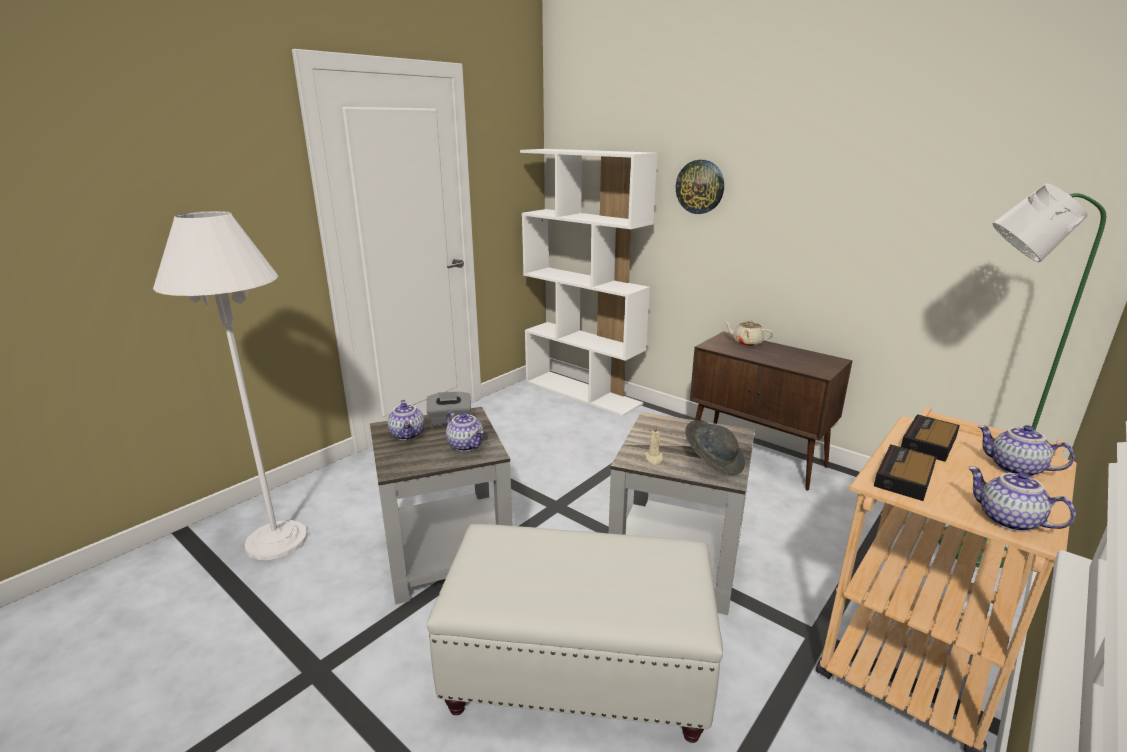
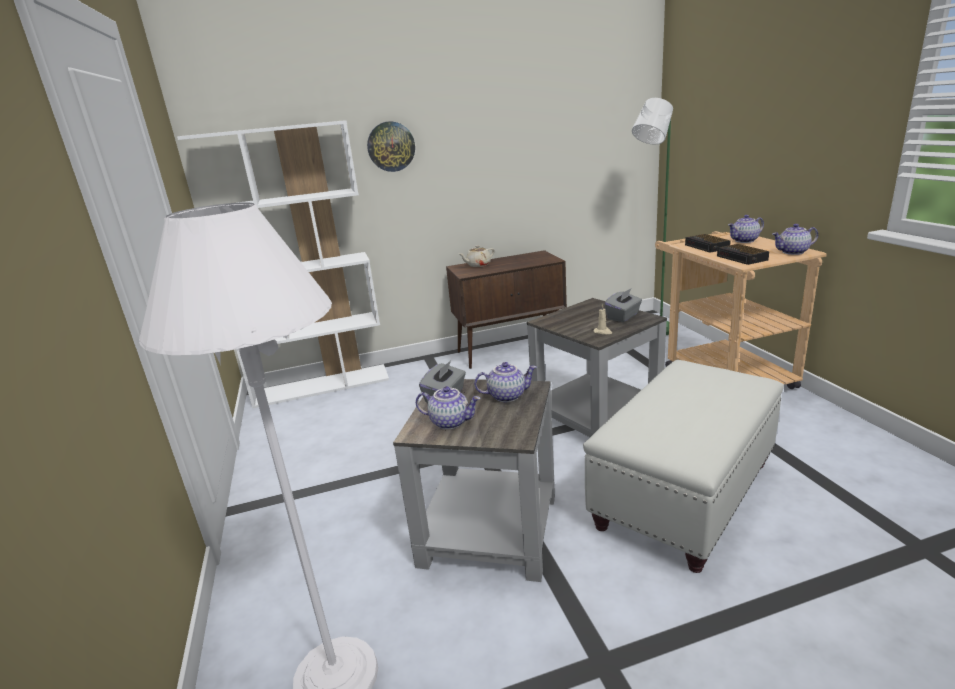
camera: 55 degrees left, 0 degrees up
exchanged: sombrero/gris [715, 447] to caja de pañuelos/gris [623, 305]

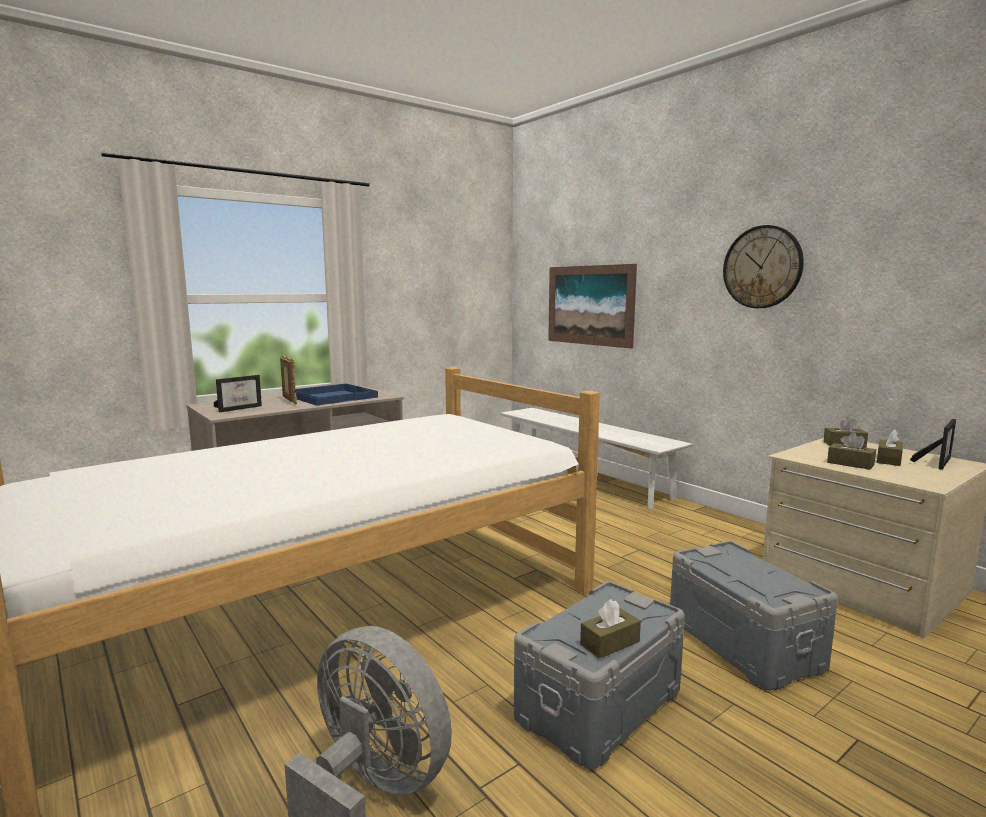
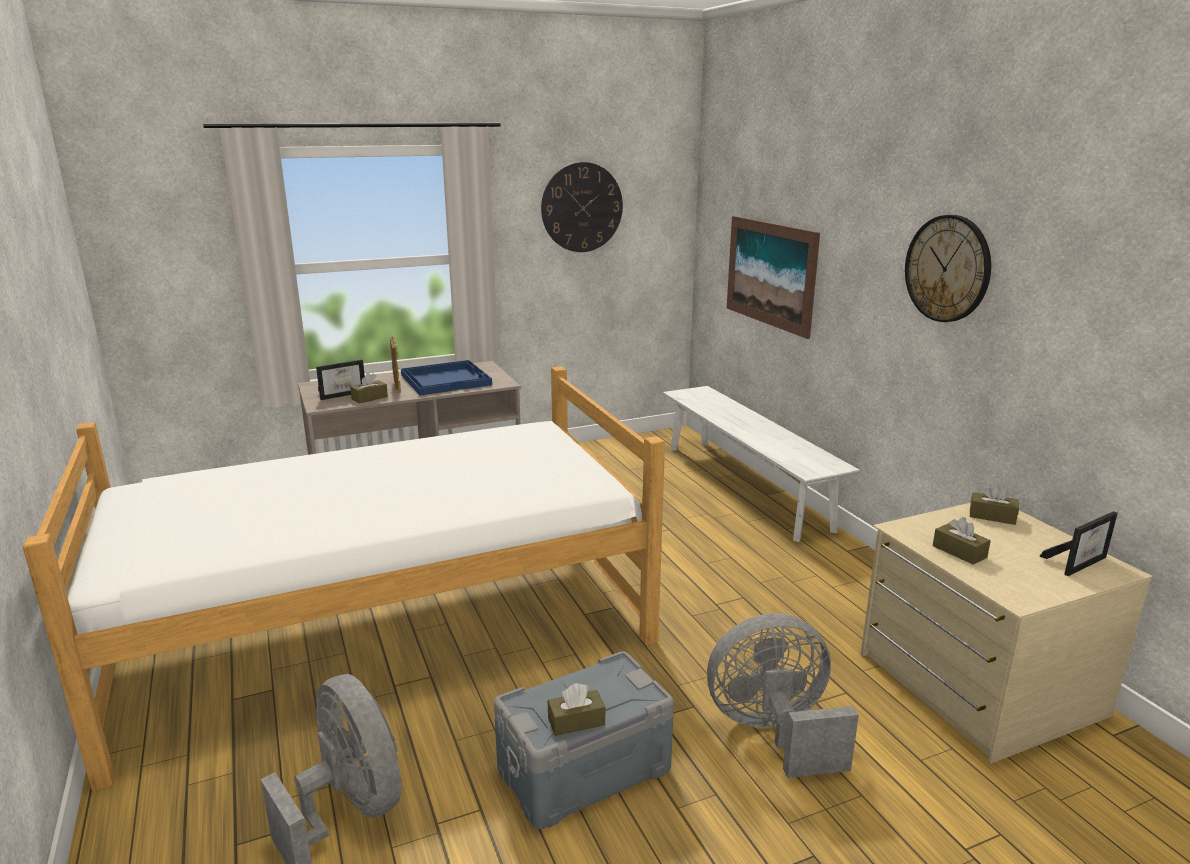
camera: 15 degrees right, 10 degrees up
appeared: reloj de pared [582, 207]
relocated: caja de pañuelos/marrón [890, 447] to [369, 388]
exchanged: caja de almacenaje/gris [754, 615] to ventilador/gris [783, 695]

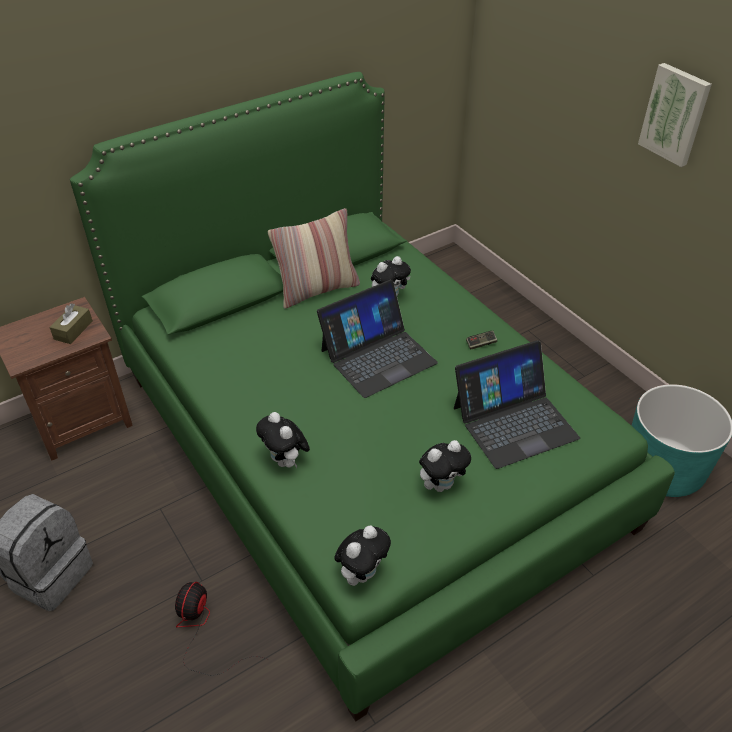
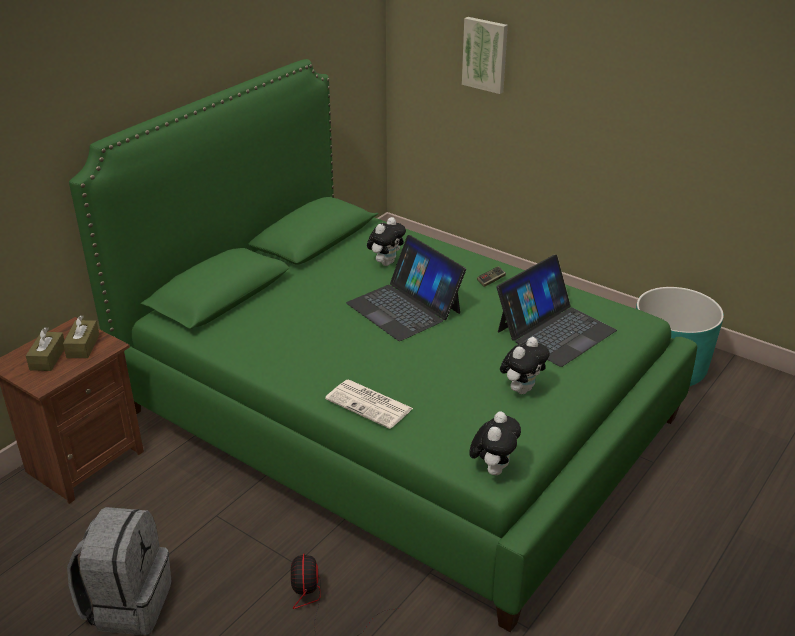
camera: 20 degrees left, 10 degrees down
missing: cojín [314, 258]
appeared: caja de pañuelos/marrón [45, 349]
relocated: cuadro [675, 115] to [485, 55]
exchanged: peluche [283, 440] to periódico [369, 404]
spun: portátil [377, 339] = [406, 288] 105 degrees clockwise

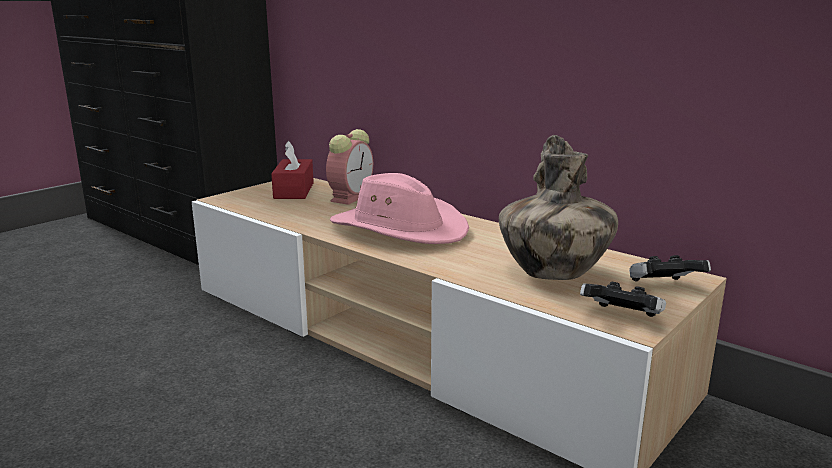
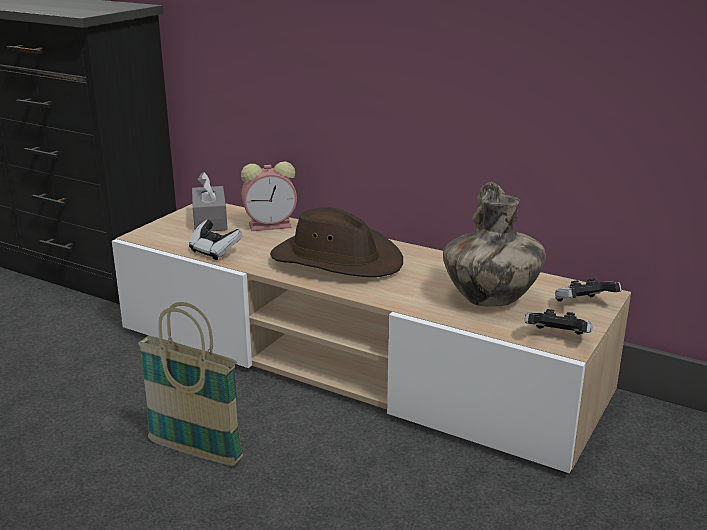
camera: 10 degrees left, 5 degrees up
appeared: mando de consola [216, 240]; cesta [190, 384]
colour: caja de pañuelos/rojo [292, 170] to caja de pañuelos/gris [210, 201]; sombrero/rosa [399, 208] to sombrero/marrón [336, 242]
spun: despertador [349, 167] = [269, 196] 60 degrees clockwise

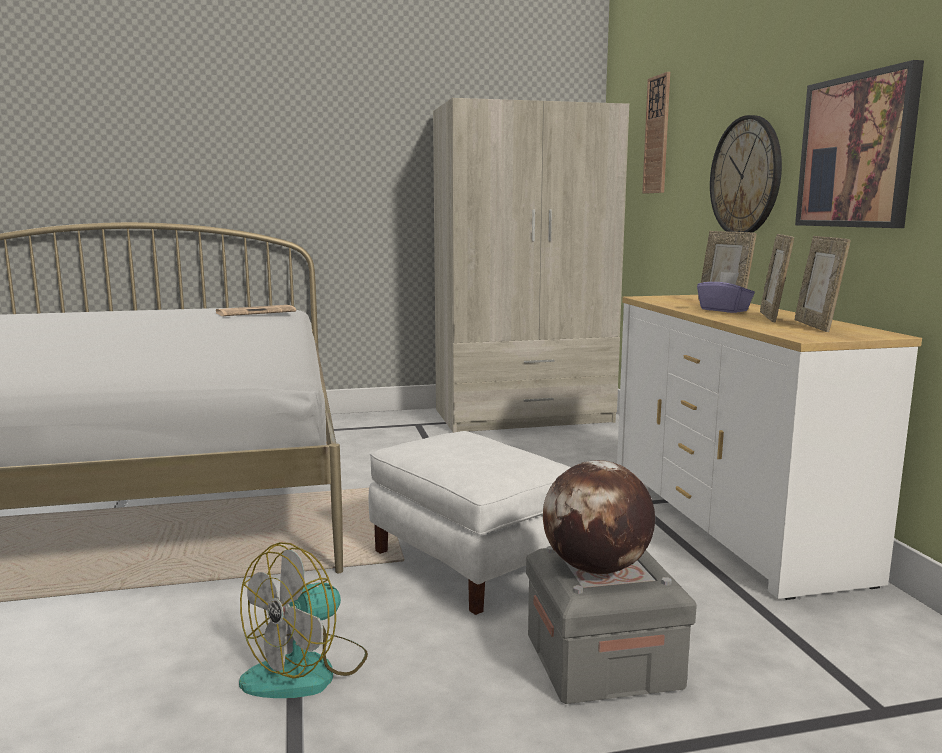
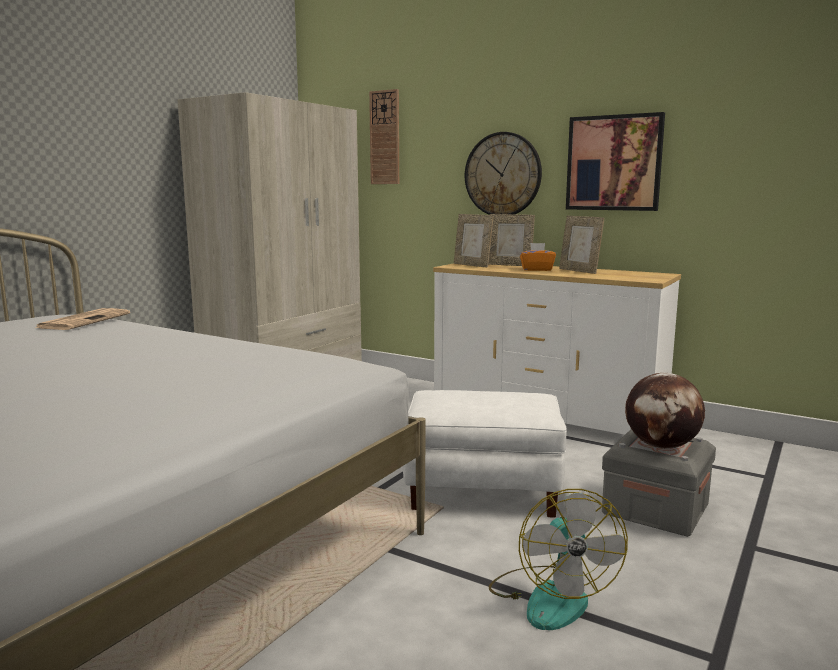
camera: 45 degrees left, 0 degrees up
relocated: portarretratos [822, 284] to [474, 241]
colour: caja de pañuelos/morado [726, 292] to caja de pañuelos/naranja [538, 257]

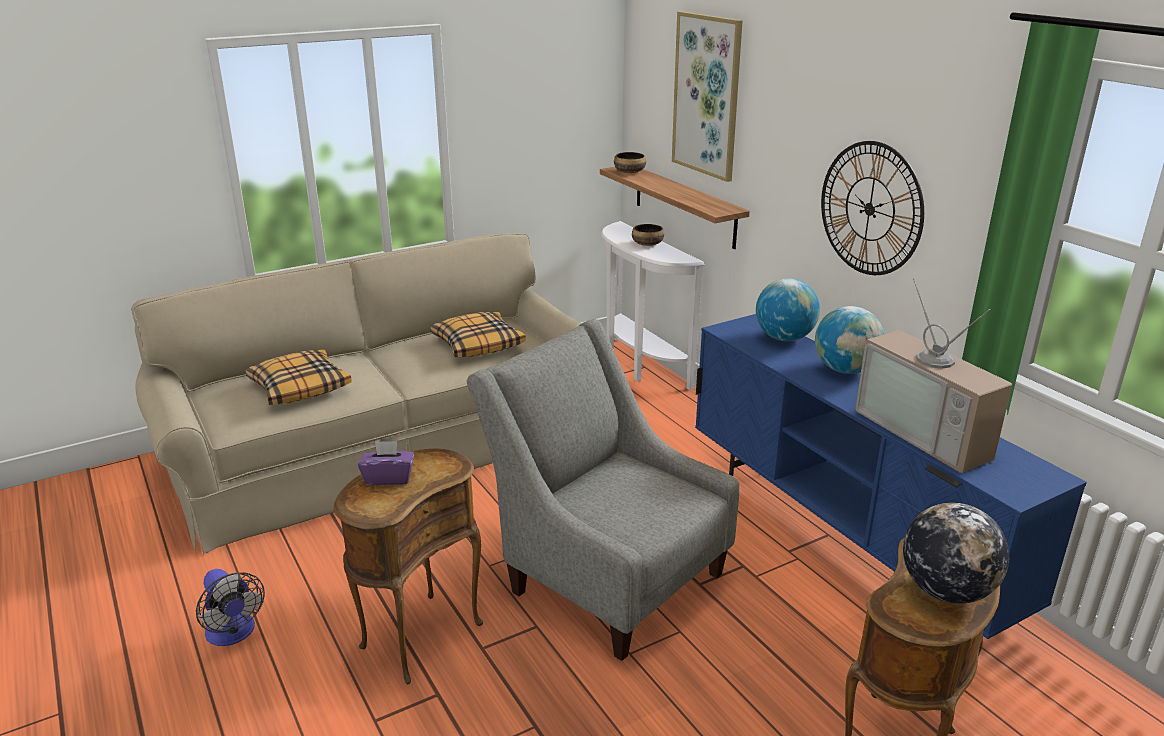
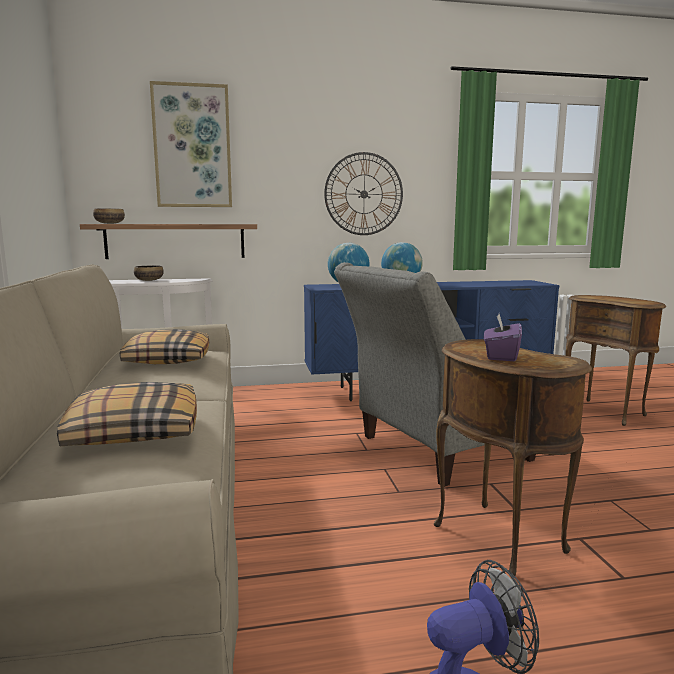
camera: 70 degrees left, 15 degrees down
missing: televisor [934, 375]; globo terráqueo [956, 553]

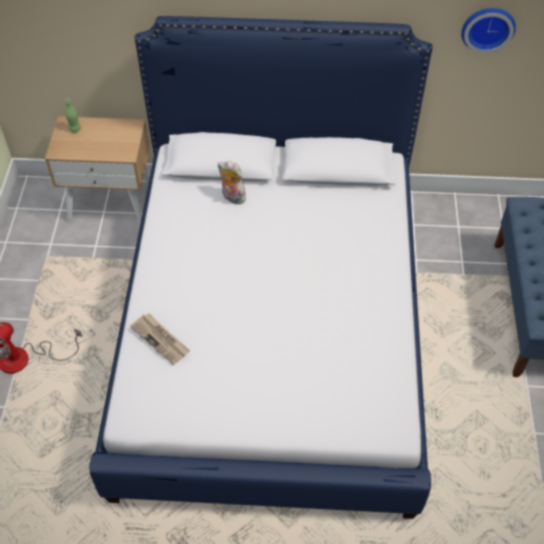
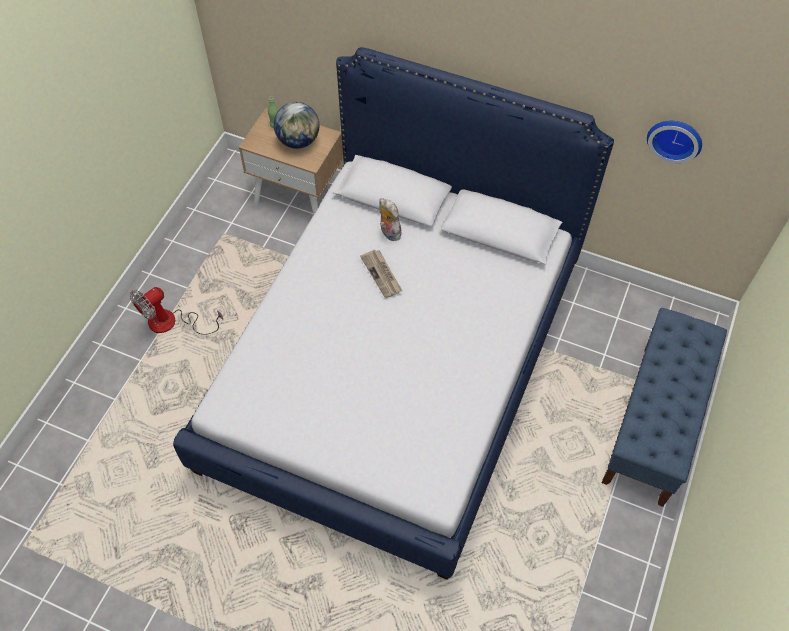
camera: 20 degrees right, 5 degrees up
appeared: globo terráqueo [296, 125]
relocated: periódico [160, 339] to [381, 274]

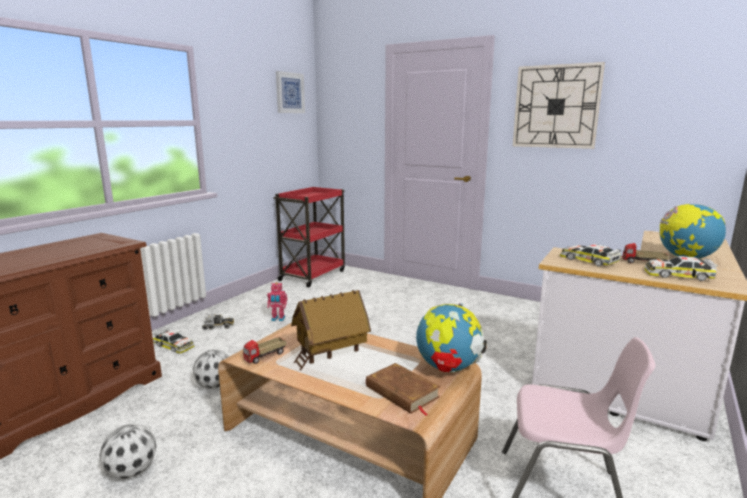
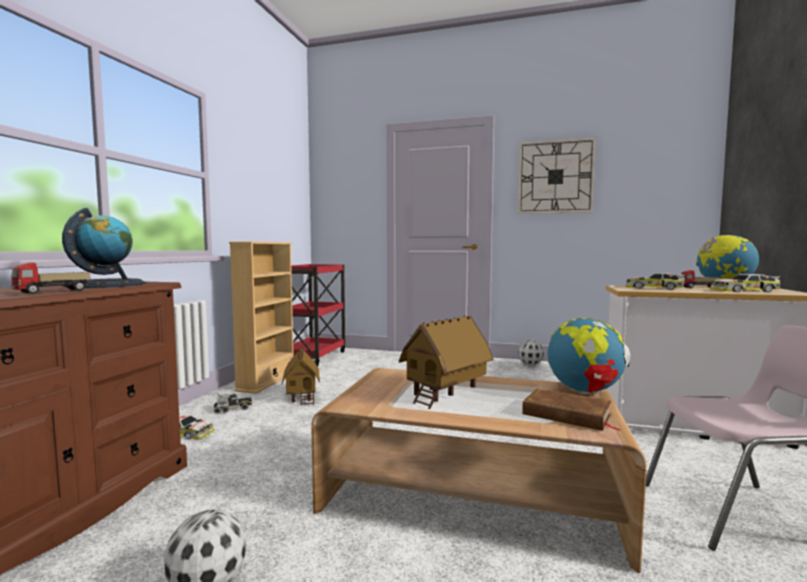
camera: 15 degrees left, 10 degrees down
missing: cuadro [290, 92]
appeared: globo terráqueo [104, 248]; estantería/beis [261, 317]
relocated: camión de juguete [264, 350] to [50, 278]; balón de fútbol [211, 369] to [531, 352]
exchanged: robot de juguete [277, 301] to casita [301, 377]

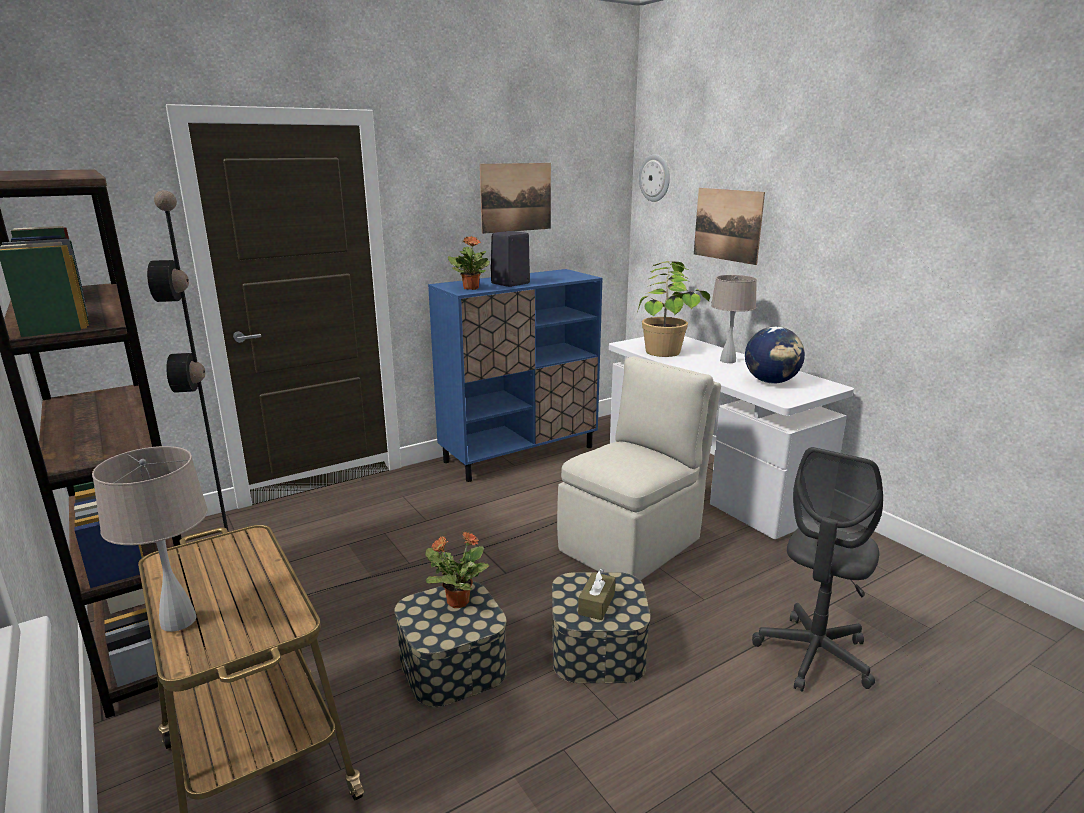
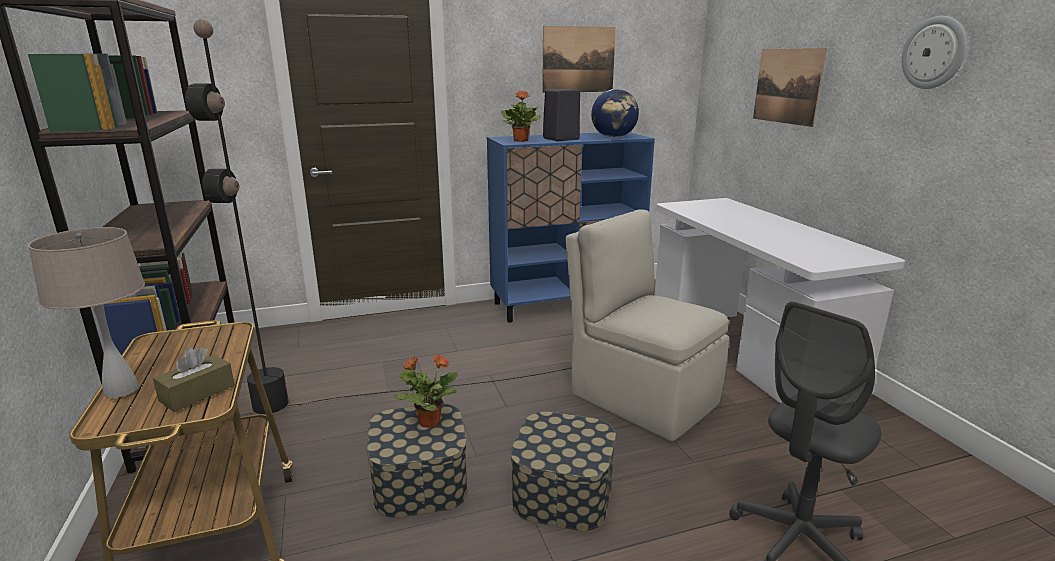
camera: 15 degrees right, 0 degrees up
missing: planta en maceta [673, 309]; lámpara de mesa/beis [734, 319]
relocated: reloj de pared [654, 178] to [934, 52]; globo terráqueo [775, 355] to [615, 113]; caja de pañuelos/marrón [596, 594] to [194, 379]
spun: silla/beis [639, 468] = [647, 325] 105 degrees counterclockwise

